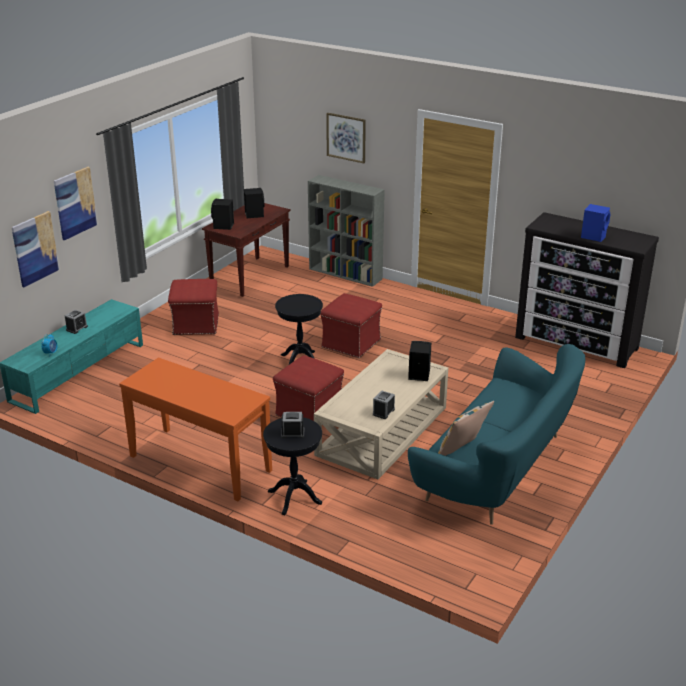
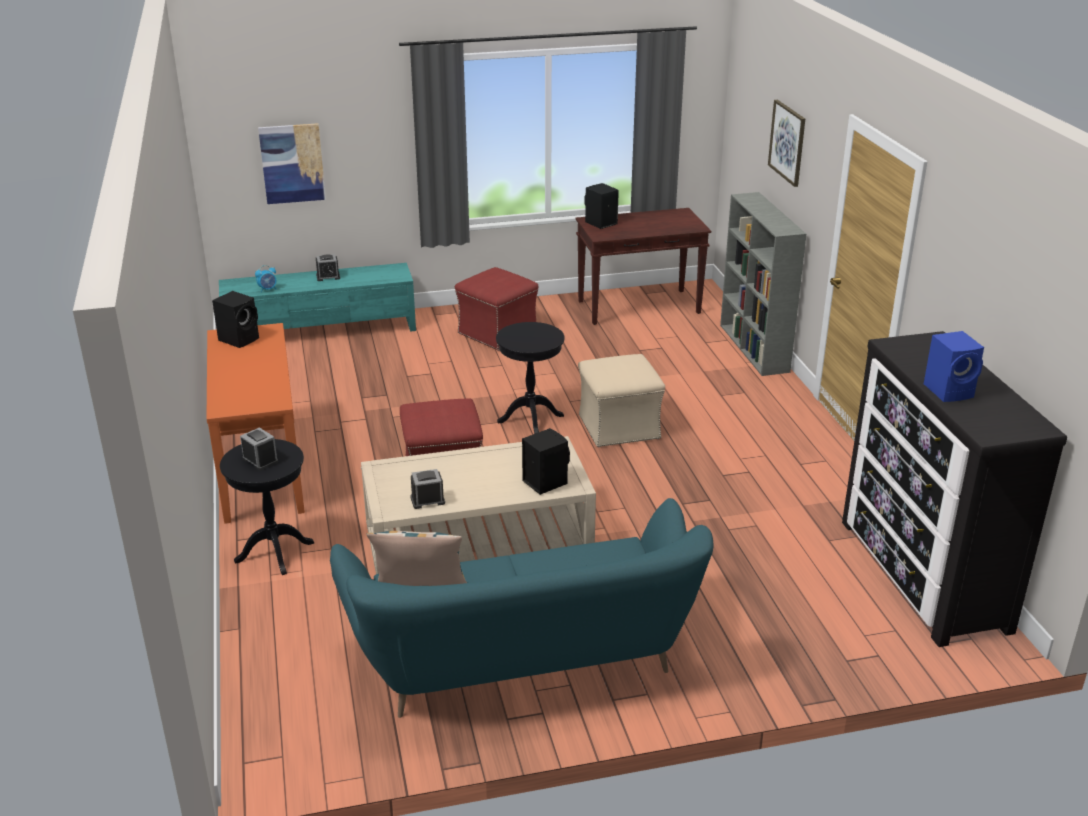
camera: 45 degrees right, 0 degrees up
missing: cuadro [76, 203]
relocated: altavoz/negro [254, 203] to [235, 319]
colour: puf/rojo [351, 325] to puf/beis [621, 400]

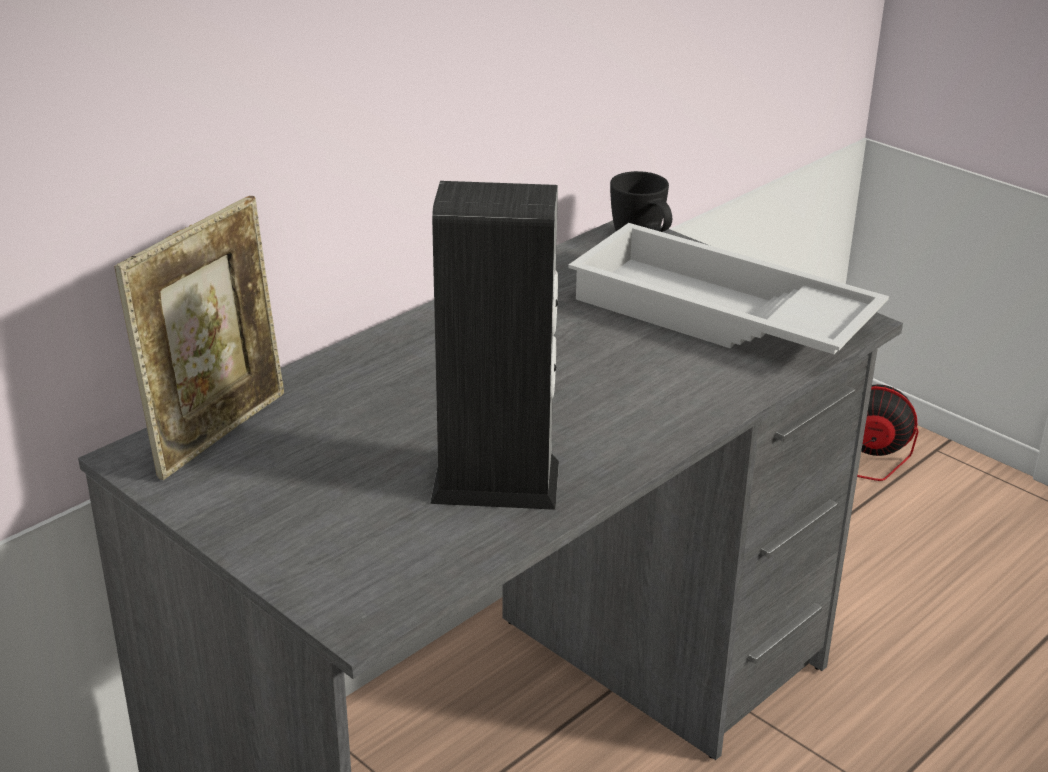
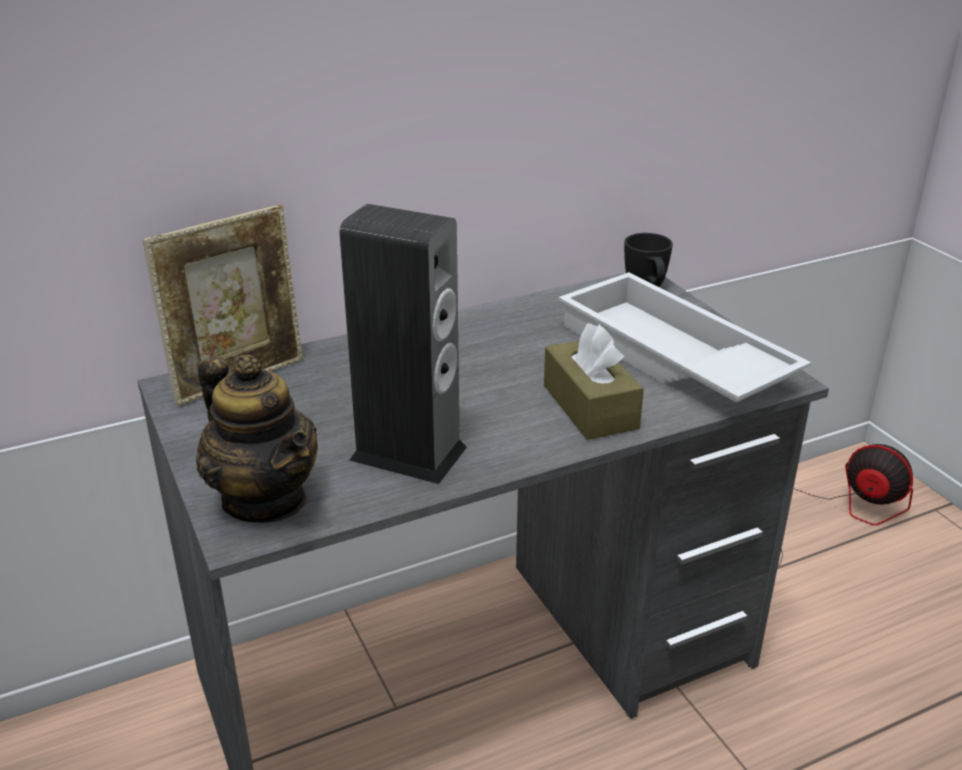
camera: 20 degrees right, 0 degrees up
appeared: caja de pañuelos/marrón [594, 381]; tetera [257, 439]

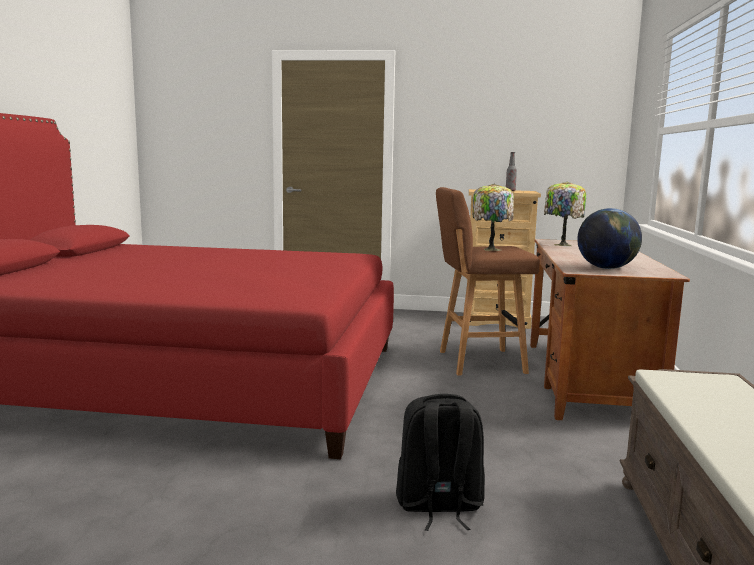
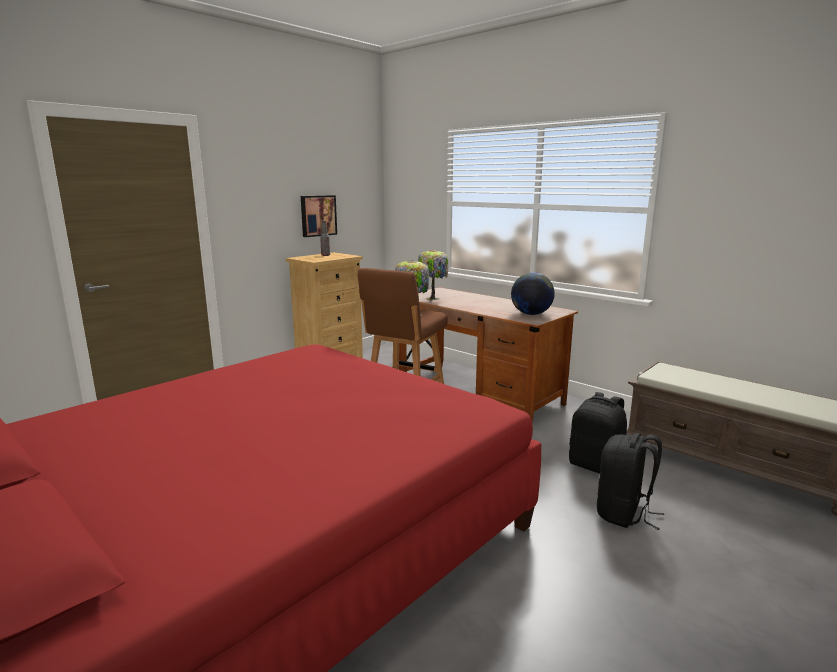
camera: 55 degrees left, 5 degrees up
appeared: cuadro [319, 216]; mochila/negro [598, 433]

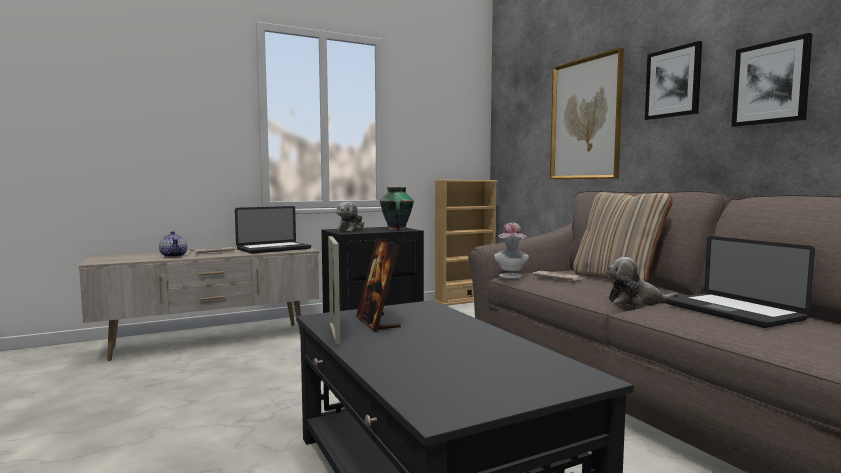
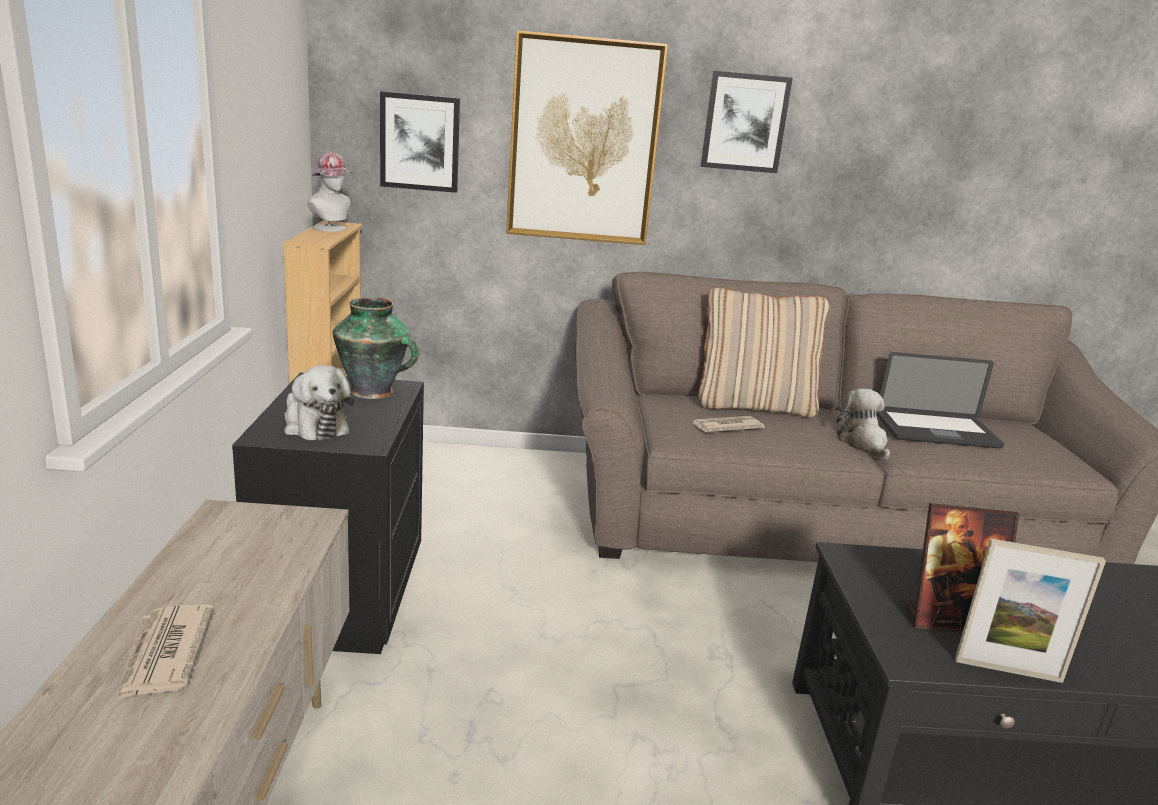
camera: 65 degrees left, 15 degrees up
missing: portátil [273, 230]; tetera [173, 244]
relocated: cuadro [772, 80] to [420, 142]; sombrero [511, 250] to [330, 192]
spun: peluche [642, 282] = [863, 424] 135 degrees clockwise

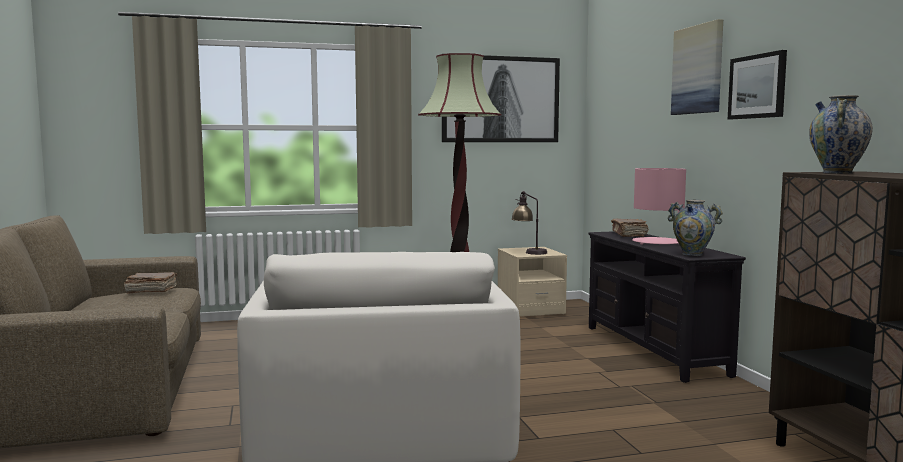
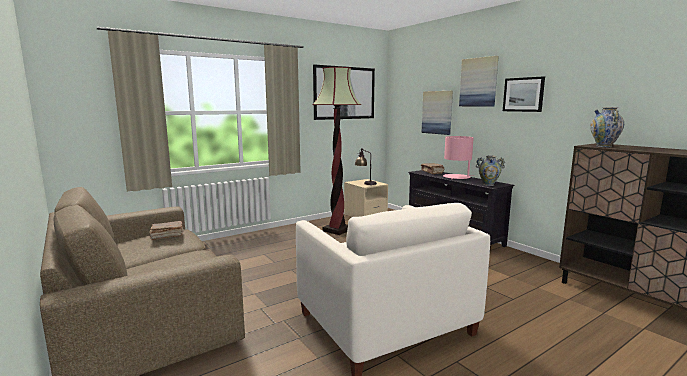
camera: 20 degrees left, 5 degrees up
appeared: cuadro [437, 113]

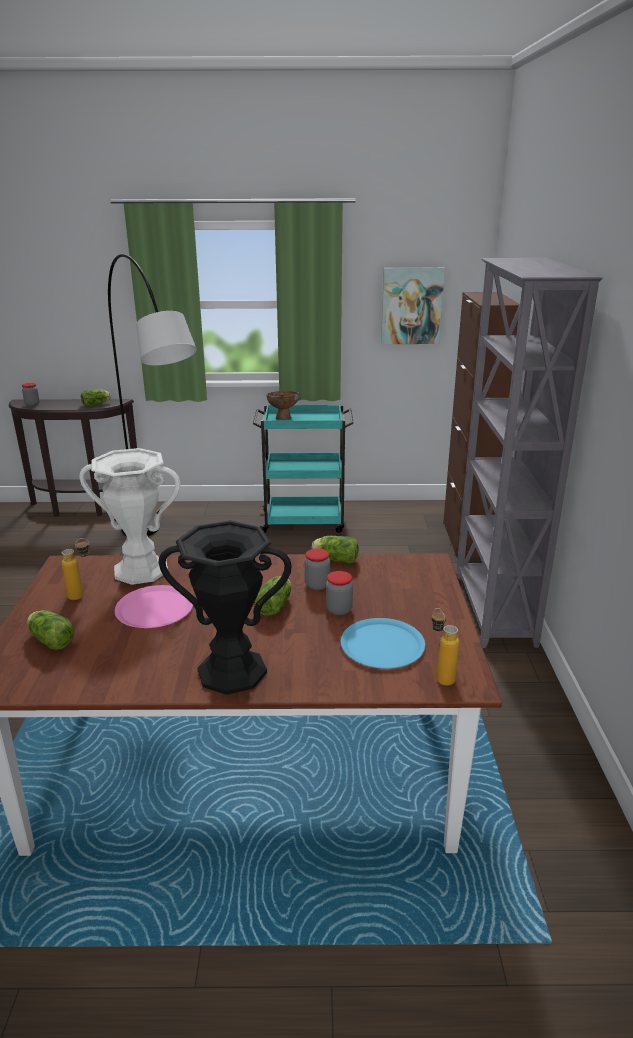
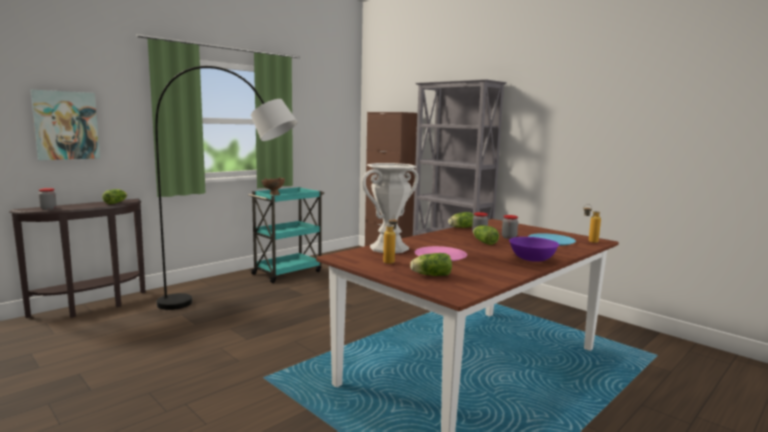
camera: 45 degrees left, 15 degrees down
relocated: cuadro [413, 305] to [65, 125]
exchanged: florero/negro [225, 607] to cuenco/morado [534, 249]

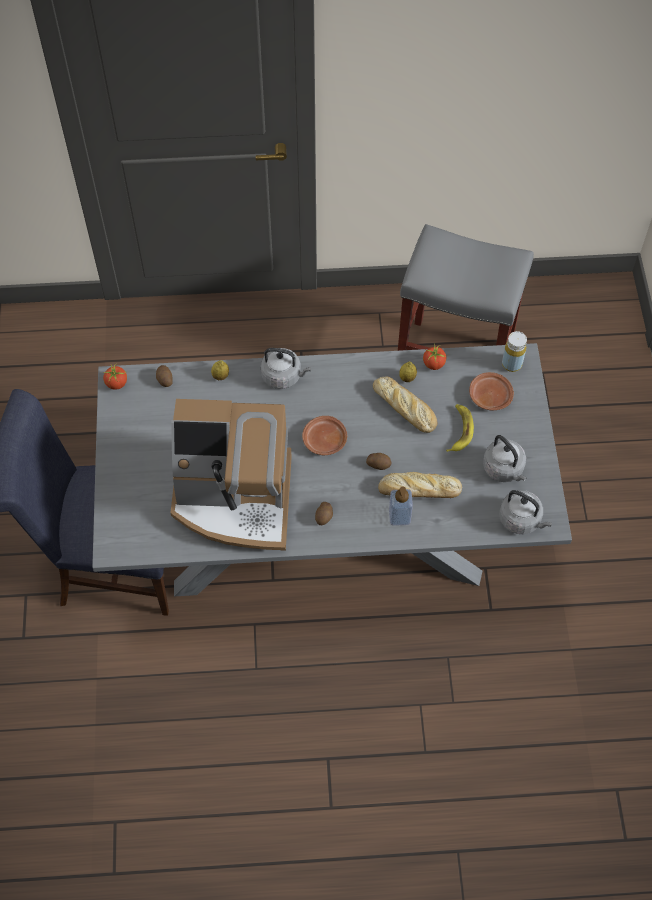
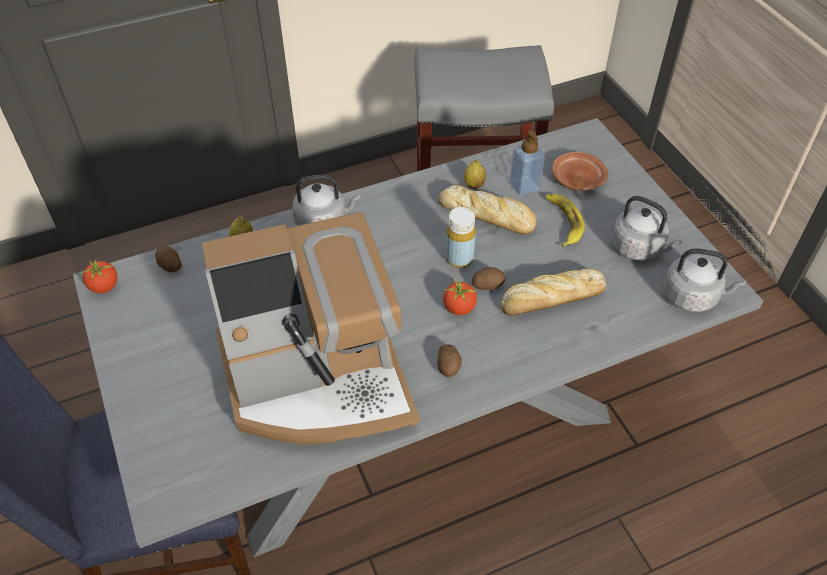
camera: 20 degrees left, 10 degrees down
missing: plato/marrón [324, 435]
relocated: botella/amarillo [514, 351] to [460, 237]; tomate [435, 357] to [460, 296]; dispensador de jabón [401, 506] to [527, 163]

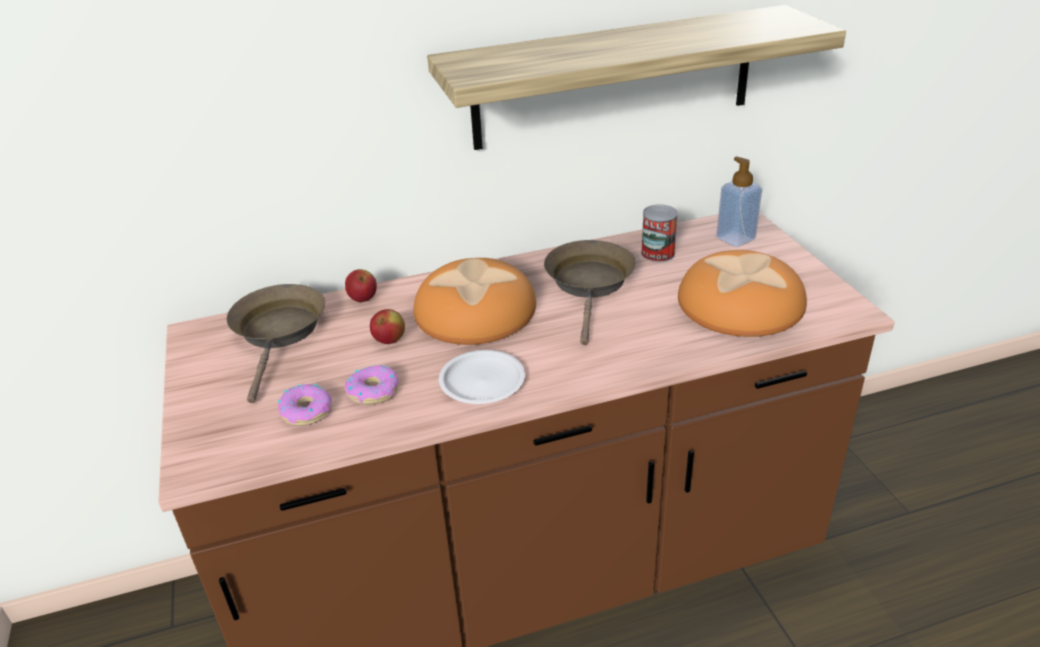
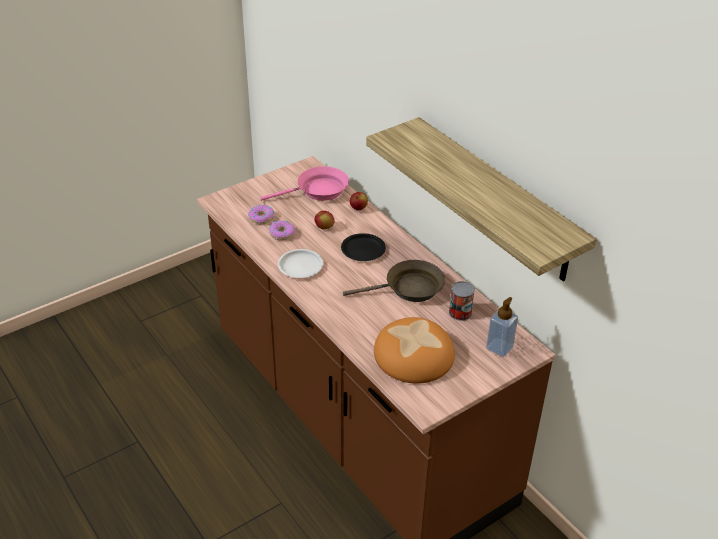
camera: 70 degrees right, 5 degrees up
exchanged: pan [475, 301] to plato/negro [363, 247]
colour: sartén/marrón [276, 343] to sartén/rosa [304, 183]

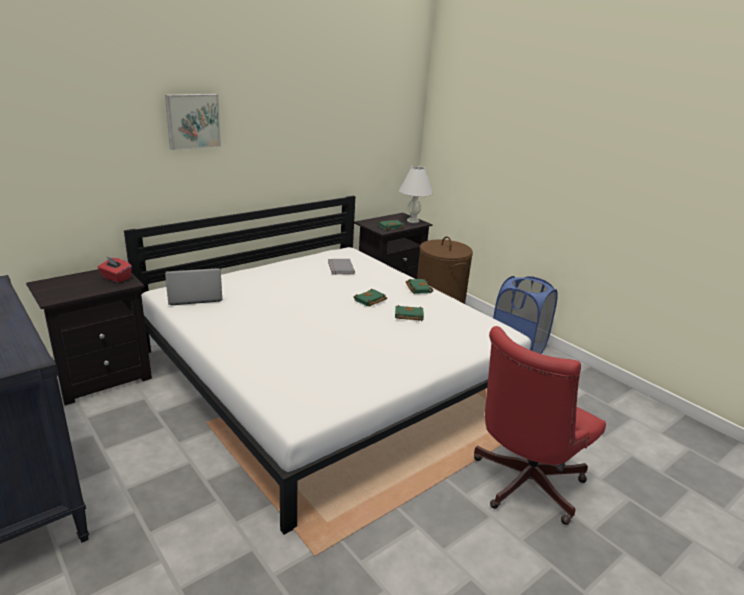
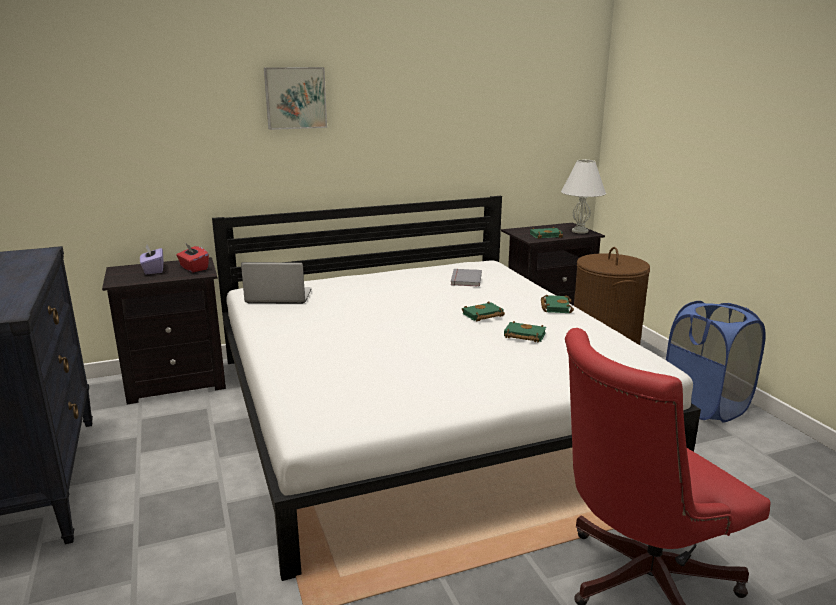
camera: 20 degrees right, 5 degrees down
appeared: caja de pañuelos/morado [151, 259]

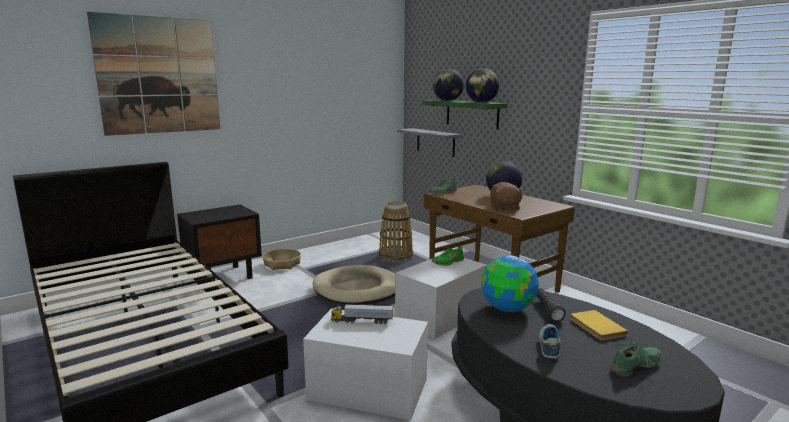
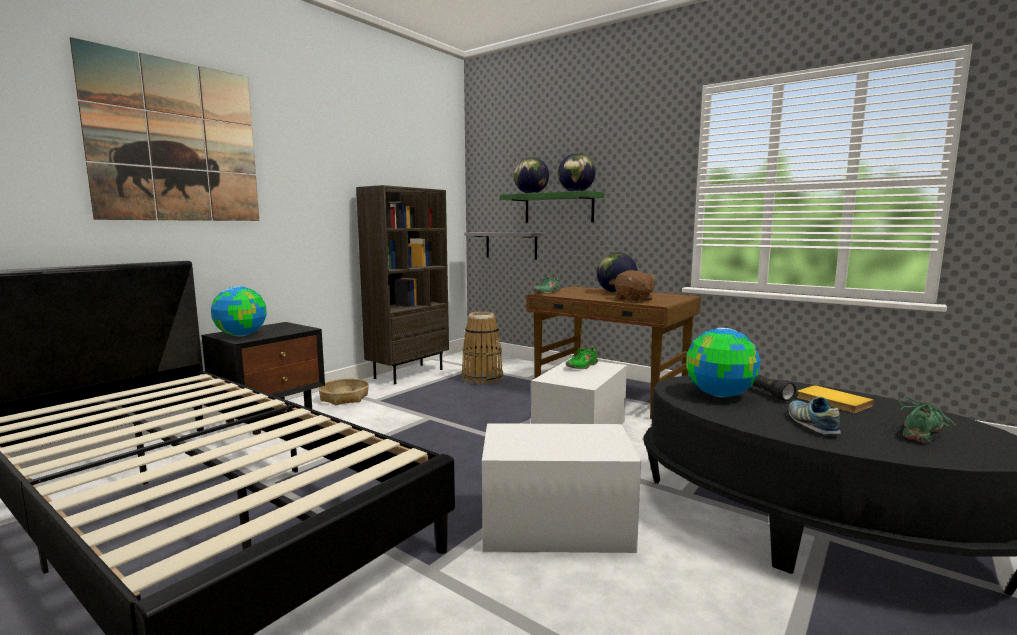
camera: 15 degrees left, 5 degrees down
missing: cama para perro/beis [353, 285]; camión de juguete [362, 314]
appeared: estantería/marrón [402, 284]; globo terráqueo [239, 311]

